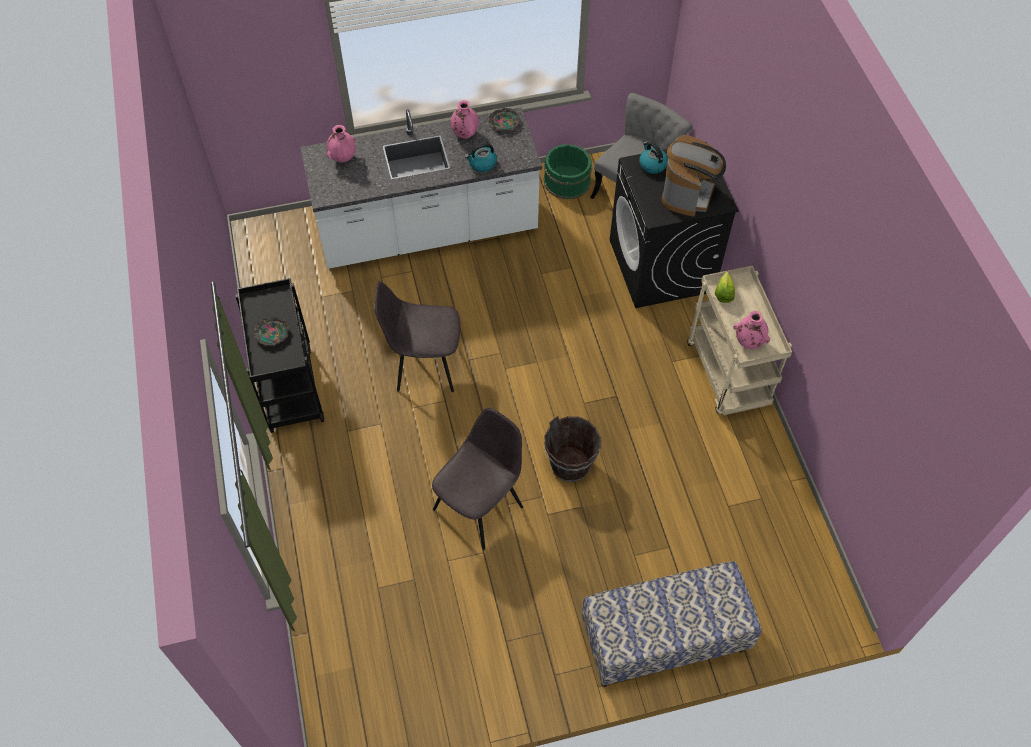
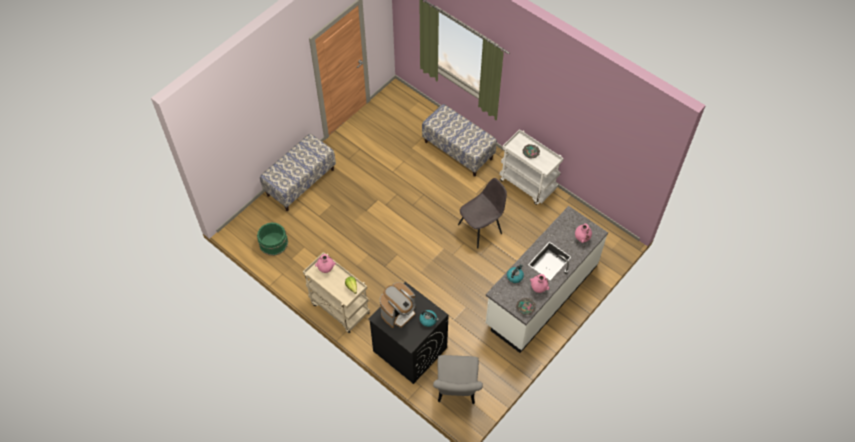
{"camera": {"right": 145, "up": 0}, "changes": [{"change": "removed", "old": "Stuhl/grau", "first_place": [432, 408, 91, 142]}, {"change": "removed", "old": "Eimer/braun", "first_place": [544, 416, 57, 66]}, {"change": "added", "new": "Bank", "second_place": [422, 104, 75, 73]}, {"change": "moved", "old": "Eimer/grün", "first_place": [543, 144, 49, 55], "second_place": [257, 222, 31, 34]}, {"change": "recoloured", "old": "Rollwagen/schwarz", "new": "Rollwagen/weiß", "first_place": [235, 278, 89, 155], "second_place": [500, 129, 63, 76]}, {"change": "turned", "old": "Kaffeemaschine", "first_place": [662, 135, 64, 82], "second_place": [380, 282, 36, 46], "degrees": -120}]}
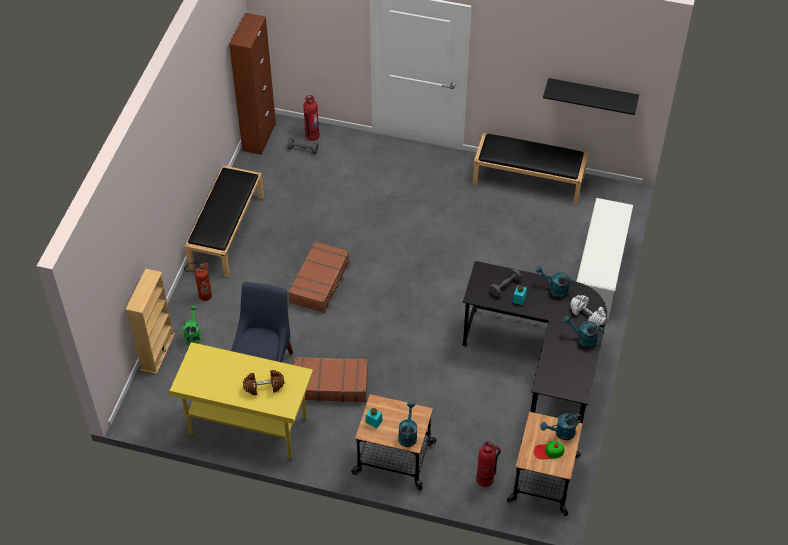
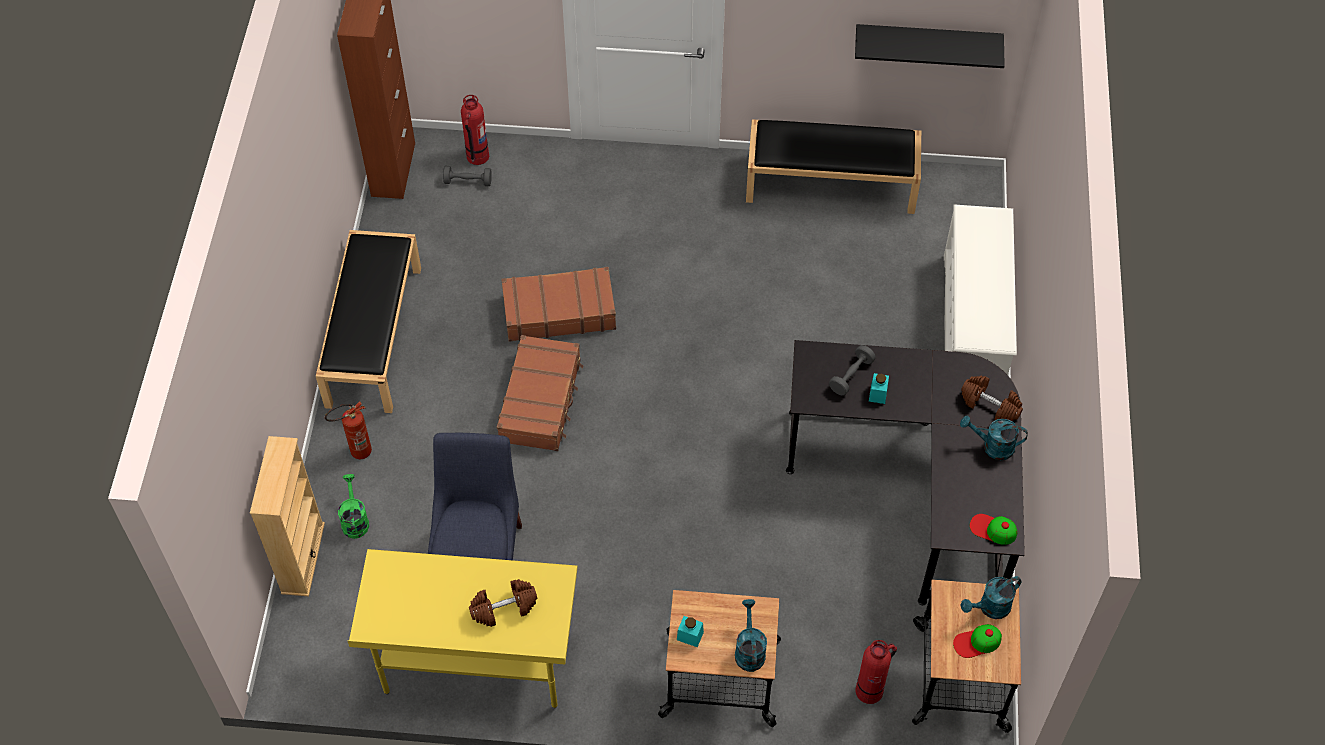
{"camera": {"right": -10, "up": 5}, "changes": [{"change": "removed", "old": "Gießkanne/türkis", "first_place": [536, 266, 39, 32]}, {"change": "added", "new": "Kappe", "second_place": [970, 514, 47, 31]}, {"change": "moved", "old": "Koffer/braun", "first_place": [294, 357, 74, 45], "second_place": [501, 267, 115, 75]}, {"change": "recoloured", "old": "Hantel/weiß", "new": "Hantel/braun", "first_place": [570, 295, 36, 31], "second_place": [961, 375, 62, 47]}]}
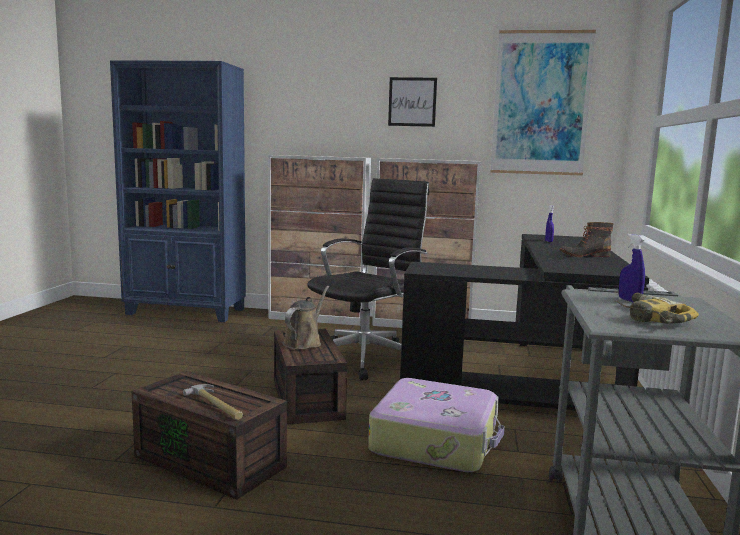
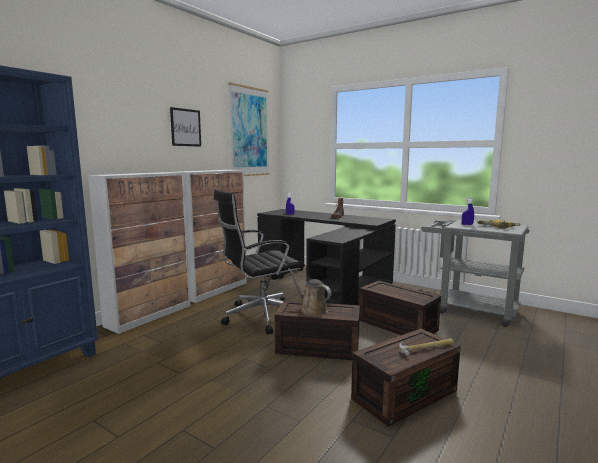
{"camera": {"right": -65, "up": 0}, "changes": [{"change": "replaced", "old": "Koffer", "new": "Aufbewahrungsbox/braun", "first_place": [368, 378, 137, 94], "second_place": [359, 281, 82, 54]}, {"change": "turned", "old": "Bürostuhl/schwarz", "first_place": [307, 178, 122, 202], "second_place": [214, 189, 91, 145], "degrees": -90}]}
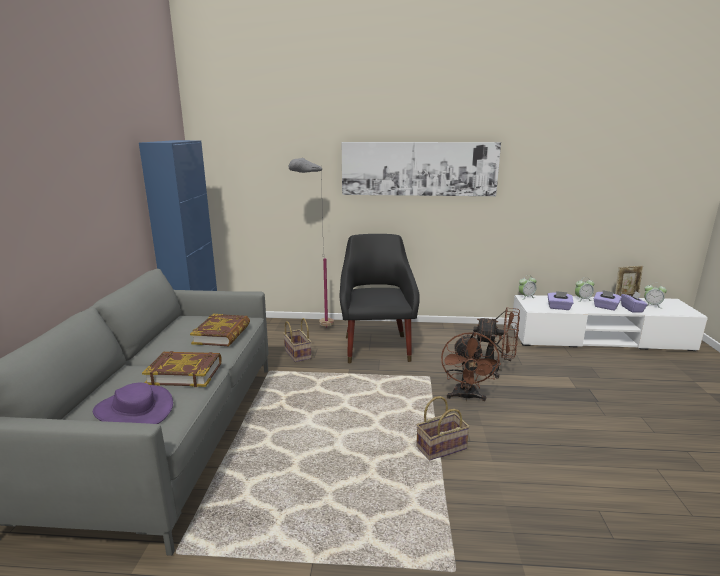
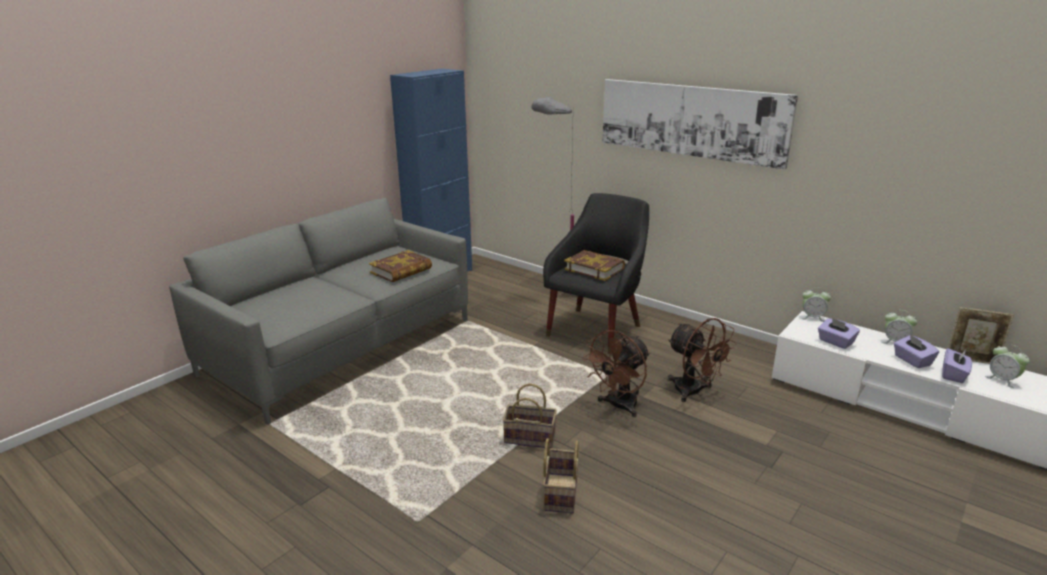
{"camera": {"right": 35, "up": 5}, "changes": [{"change": "removed", "old": "Hut/lila", "first_place": [93, 383, 80, 41]}, {"change": "moved", "old": "Buch", "first_place": [142, 351, 80, 36], "second_place": [564, 250, 61, 31]}, {"change": "moved", "old": "Korb", "first_place": [283, 318, 28, 44], "second_place": [543, 438, 36, 76]}]}
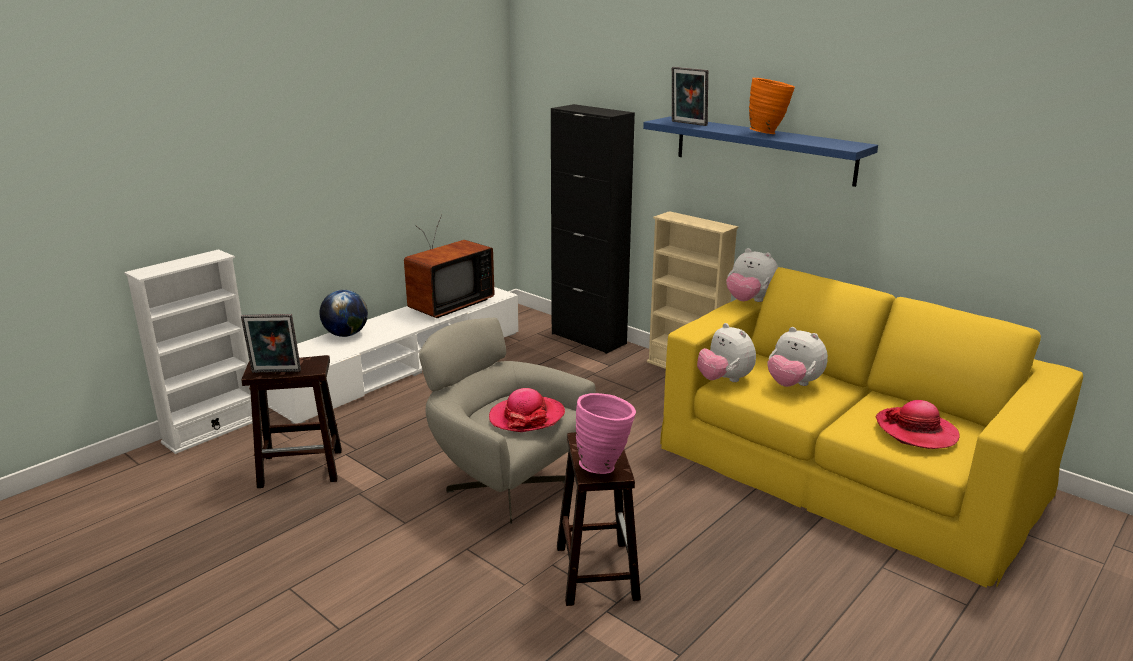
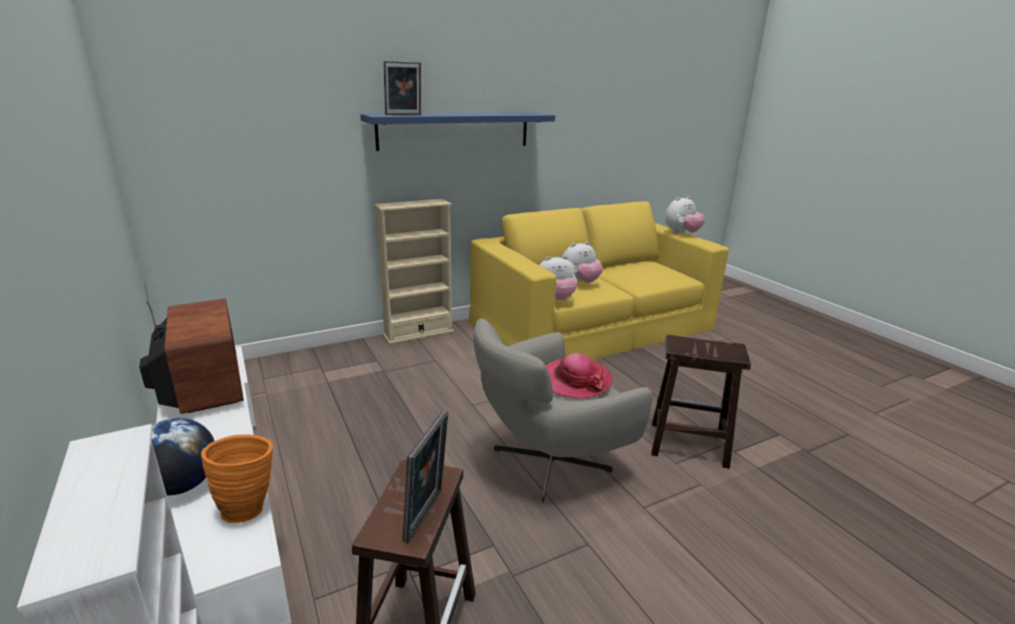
{"camera": {"right": -70, "up": 0}, "changes": [{"change": "removed", "old": "Schrank/schwarz", "first_place": [551, 104, 84, 250]}, {"change": "removed", "old": "Vase/rosa", "first_place": [576, 393, 60, 81]}, {"change": "removed", "old": "Hut", "first_place": [875, 400, 85, 49]}, {"change": "moved", "old": "Plüschtier", "first_place": [726, 248, 52, 54], "second_place": [665, 196, 40, 37]}, {"change": "moved", "old": "Vase/orange", "first_place": [749, 78, 46, 56], "second_place": [201, 435, 72, 89]}]}
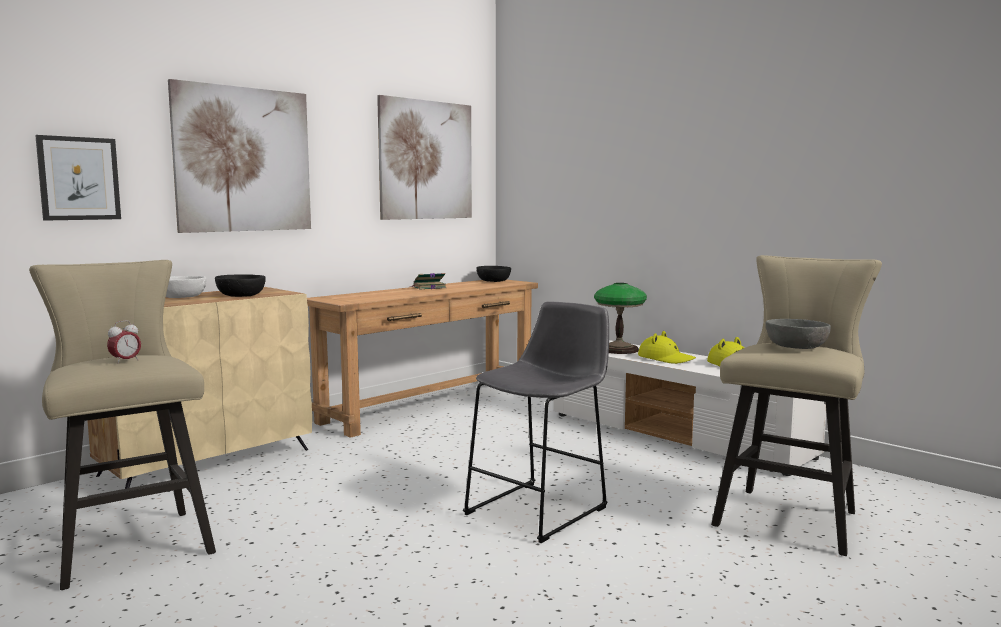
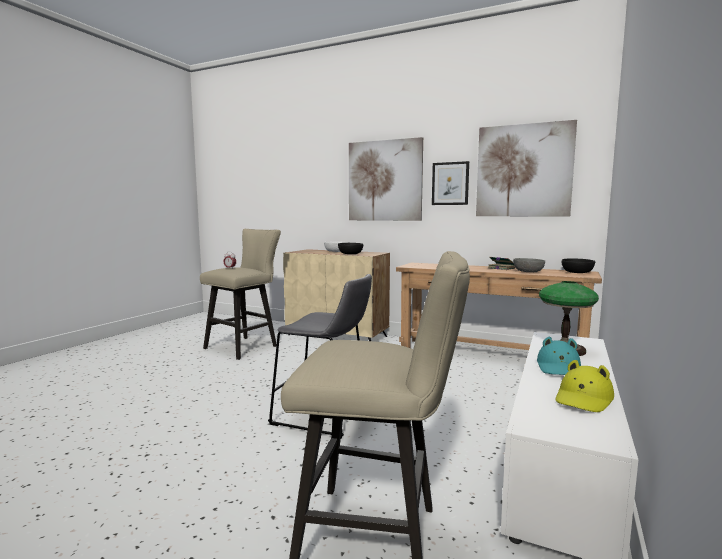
{"camera": {"right": 70, "up": 0}, "changes": [{"change": "moved", "old": "Bild", "first_place": [35, 135, 86, 86], "second_place": [432, 161, 37, 44]}, {"change": "moved", "old": "Schüssel/grau", "first_place": [766, 319, 65, 30], "second_place": [513, 258, 32, 14]}, {"change": "recoloured", "old": "Hut/gelb", "new": "Hut/türkis", "first_place": [638, 331, 58, 33], "second_place": [537, 337, 44, 38]}]}
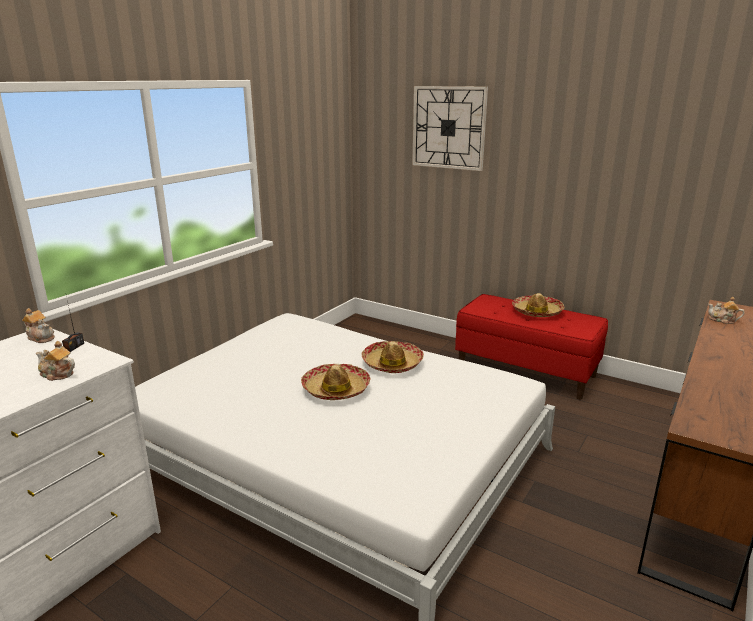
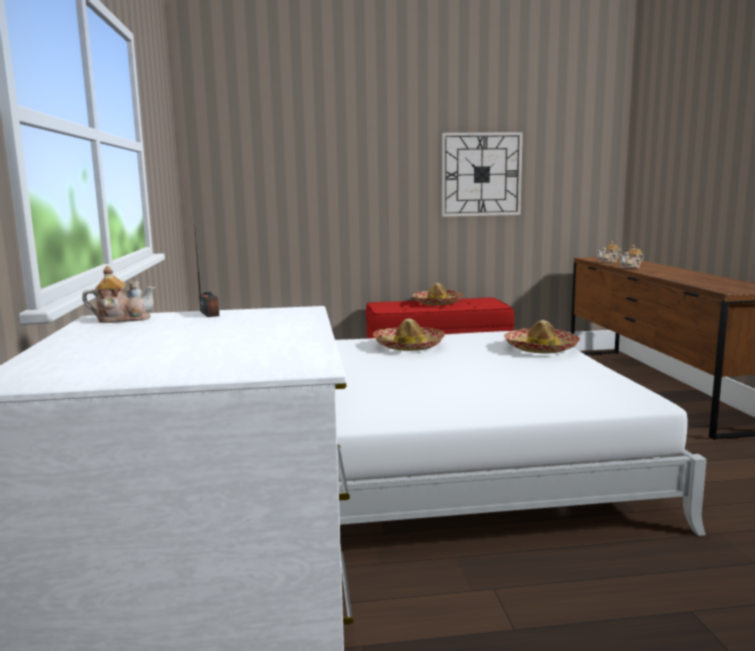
{"camera": {"right": -40, "up": -10}, "changes": [{"change": "moved", "old": "Teekanne", "first_place": [36, 341, 39, 40], "second_place": [619, 245, 24, 23]}, {"change": "moved", "old": "Hut", "first_place": [301, 364, 69, 36], "second_place": [504, 320, 76, 33]}, {"change": "moved", "old": "Wanduhr", "first_place": [412, 86, 76, 85], "second_place": [442, 132, 81, 85]}]}
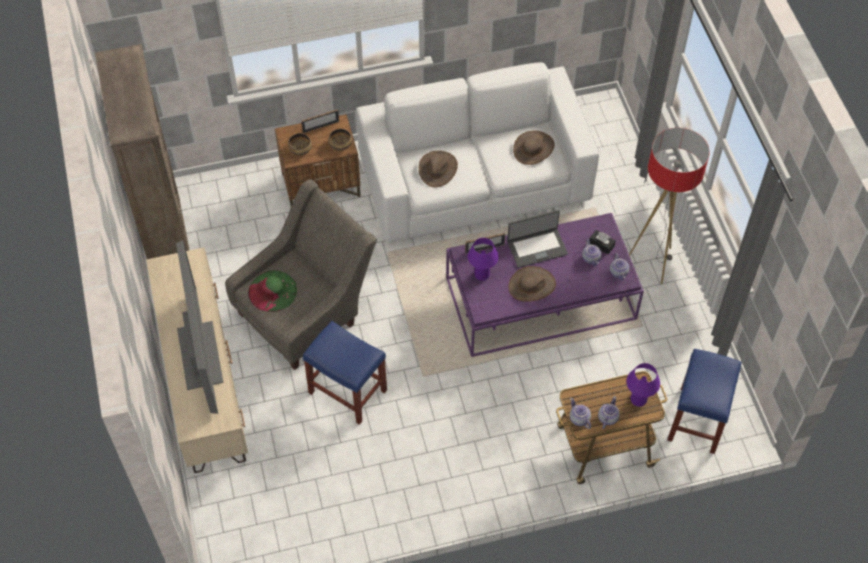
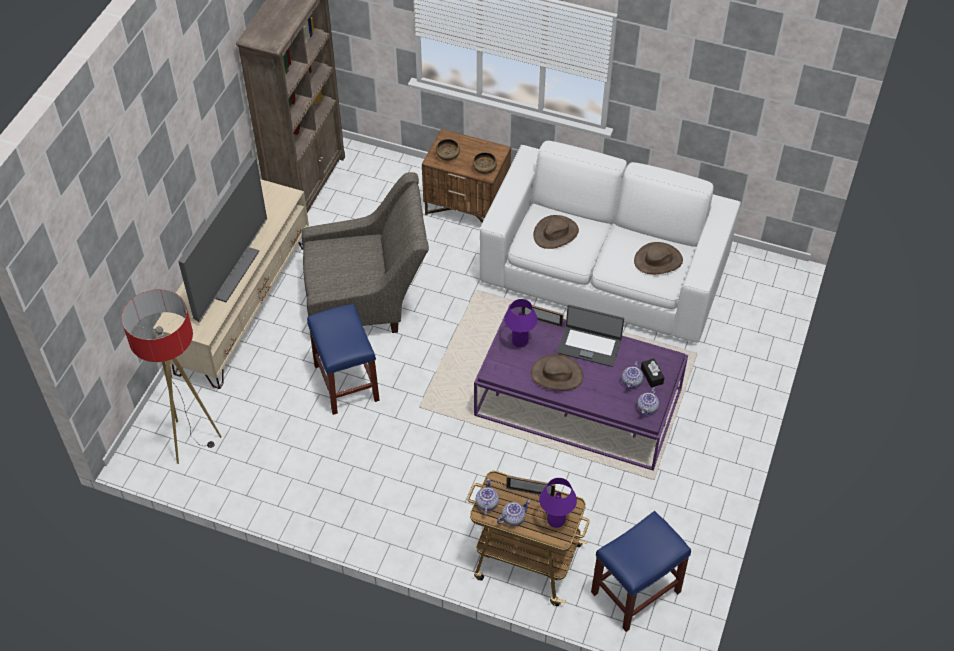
{"camera": {"right": 35, "up": -5}, "changes": [{"change": "removed", "old": "Hut/grün", "first_place": [248, 270, 49, 42]}, {"change": "moved", "old": "Bilderrahmen", "first_place": [301, 109, 38, 24], "second_place": [506, 475, 49, 22]}, {"change": "moved", "old": "Stehlampe", "first_place": [629, 128, 81, 156], "second_place": [122, 289, 99, 175]}]}
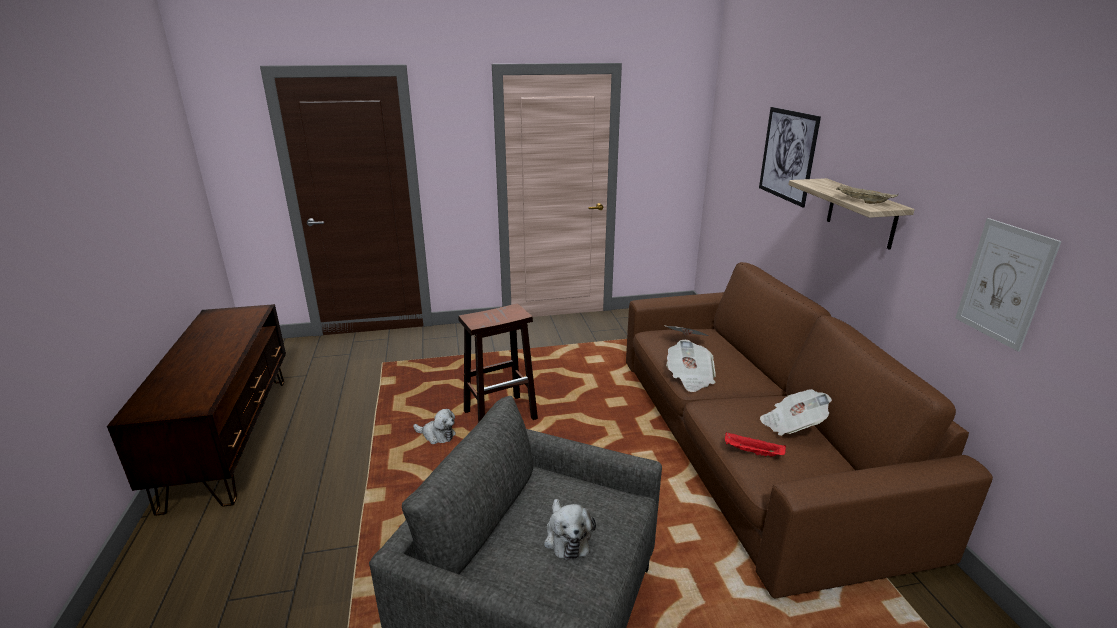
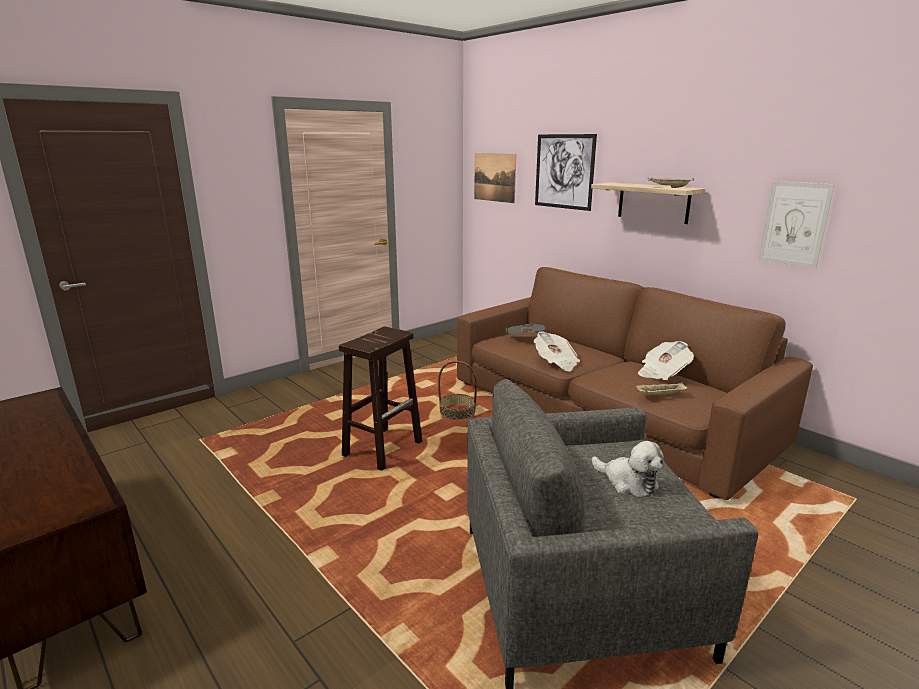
{"camera": {"right": -30, "up": -5}, "changes": [{"change": "removed", "old": "Plüschtier", "first_place": [413, 409, 43, 35]}, {"change": "added", "new": "Korb", "second_place": [438, 361, 39, 59]}, {"change": "added", "new": "Bild", "second_place": [474, 153, 42, 50]}, {"change": "recoloured", "old": "Tablett/rot", "new": "Tablett/beige", "first_place": [725, 432, 61, 25], "second_place": [636, 382, 52, 15]}]}
